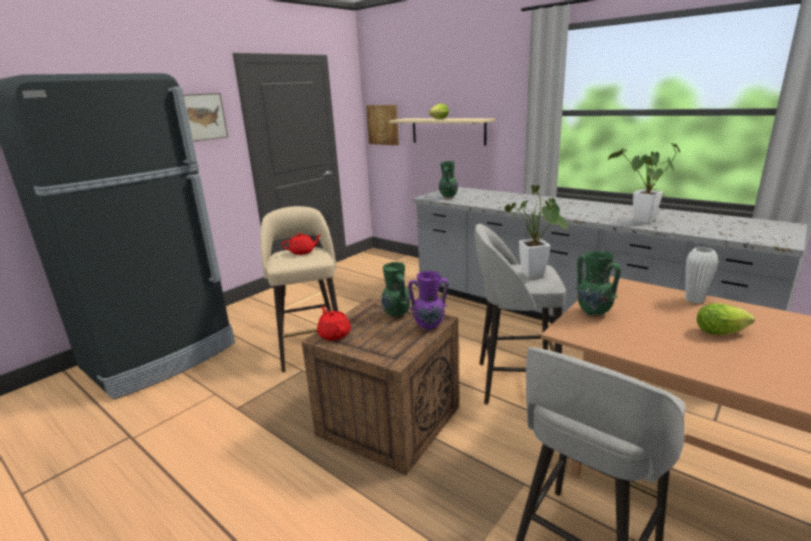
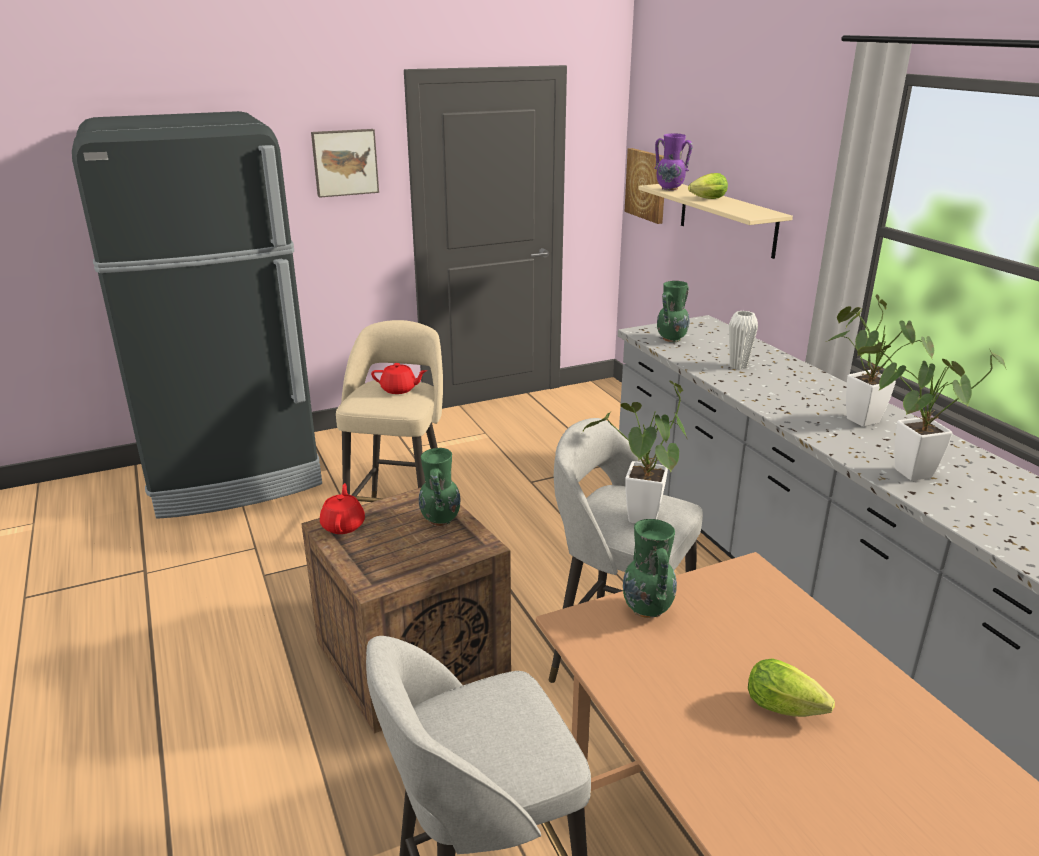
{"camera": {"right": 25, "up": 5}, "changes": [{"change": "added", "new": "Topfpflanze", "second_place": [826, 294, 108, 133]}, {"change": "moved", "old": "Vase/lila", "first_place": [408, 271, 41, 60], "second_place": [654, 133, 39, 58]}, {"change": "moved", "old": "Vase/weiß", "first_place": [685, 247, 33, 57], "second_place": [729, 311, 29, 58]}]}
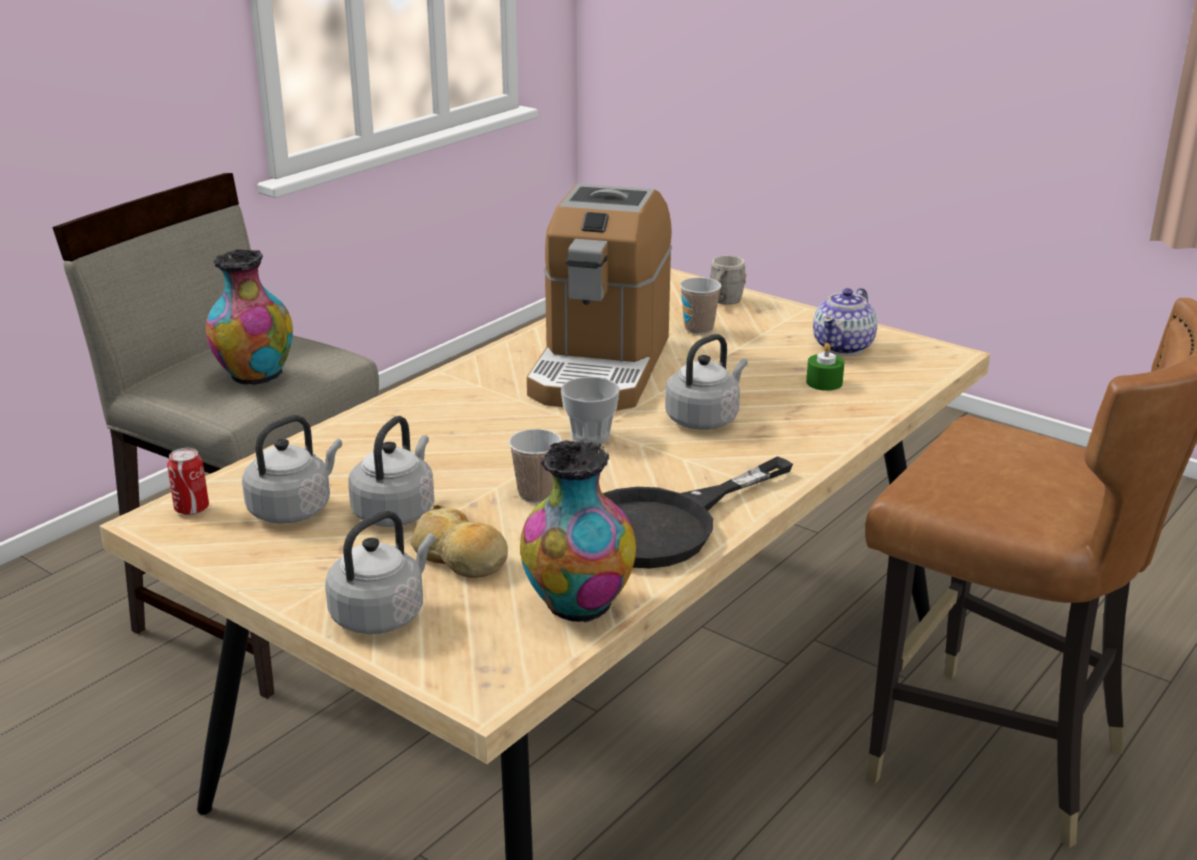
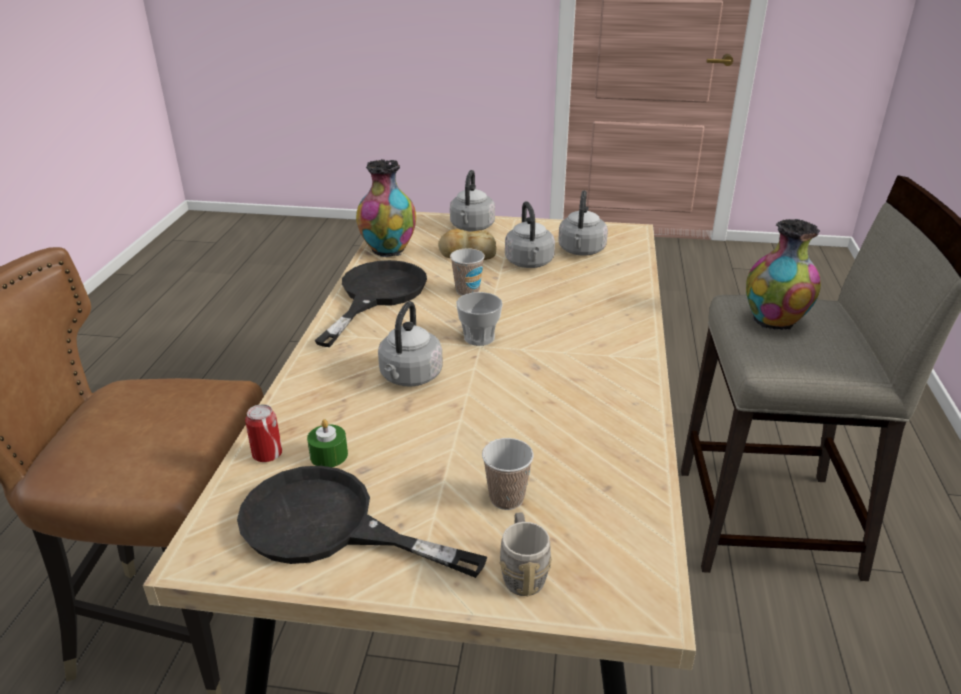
{"camera": {"right": 150, "up": 5}, "changes": [{"change": "removed", "old": "Kaffeemaschine", "first_place": [527, 184, 145, 227]}, {"change": "moved", "old": "Dose", "first_place": [167, 448, 42, 67], "second_place": [245, 404, 37, 58]}, {"change": "replaced", "old": "Teekanne", "new": "Pfanne/schwarz", "first_place": [813, 288, 64, 67], "second_place": [237, 466, 250, 112]}]}
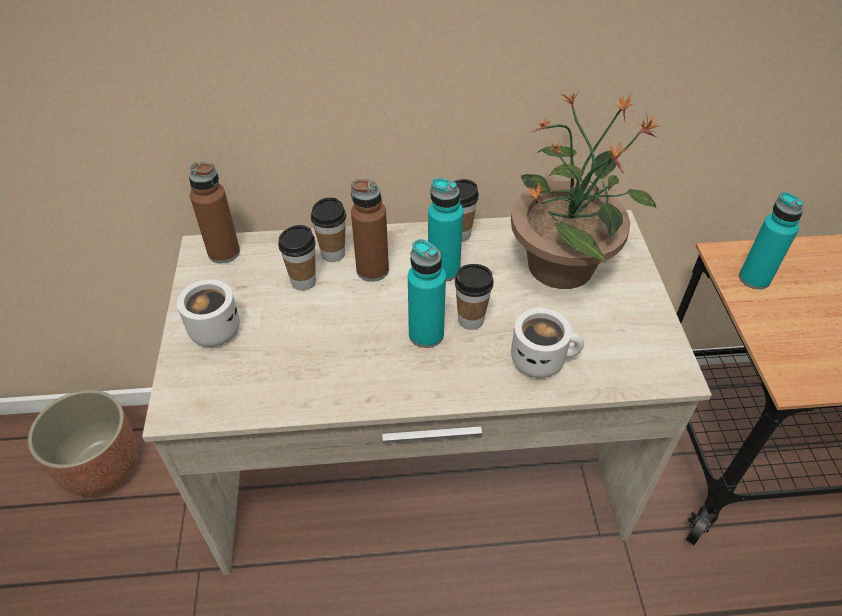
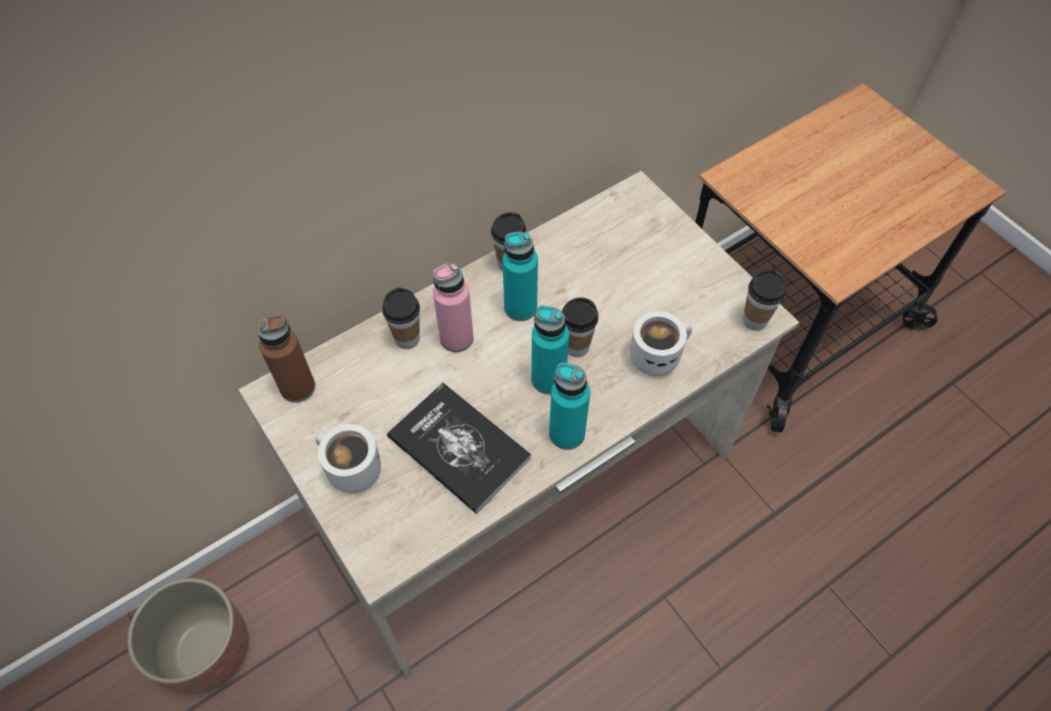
{"camera": {"right": -30, "up": 10}, "changes": [{"change": "removed", "old": "Topfpflanze", "first_place": [511, 93, 149, 196]}, {"change": "added", "new": "Buch", "second_place": [387, 383, 144, 131]}, {"change": "moved", "old": "Tasse", "first_place": [278, 225, 38, 66], "second_place": [742, 270, 44, 61]}, {"change": "moved", "old": "Flasche/türkis", "first_place": [739, 192, 64, 97], "second_place": [549, 362, 41, 88]}, {"change": "recoloured", "old": "Flasche/braun", "new": "Flasche/rosa", "first_place": [351, 179, 38, 103], "second_place": [433, 263, 41, 89]}]}
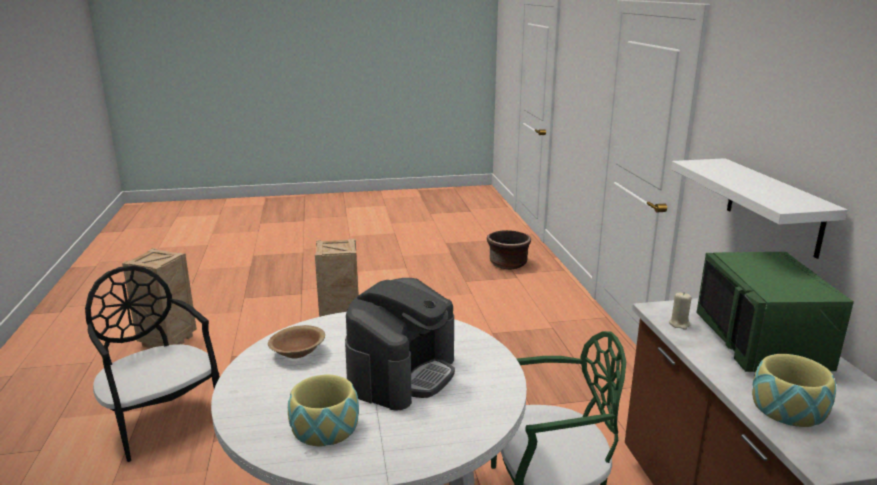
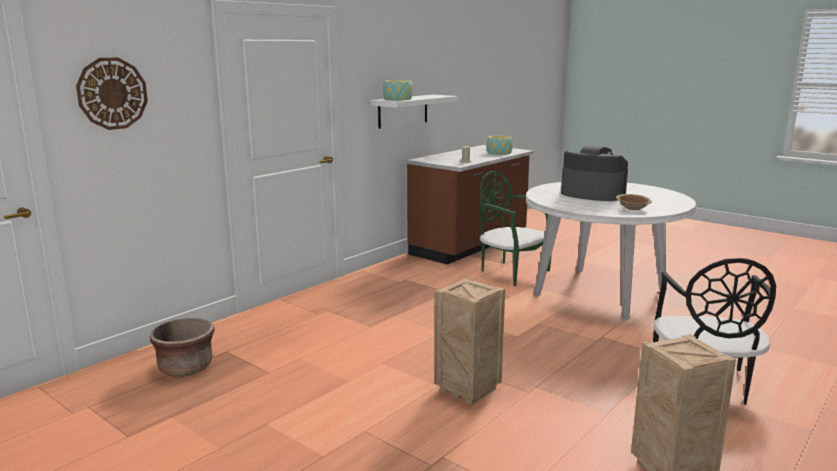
{"camera": {"right": -130, "up": -5}, "changes": [{"change": "removed", "old": "Mikrowelle/grün", "first_place": [697, 252, 157, 120]}, {"change": "added", "new": "Wanduhr", "second_place": [76, 58, 72, 72]}, {"change": "moved", "old": "Schüssel", "first_place": [288, 374, 71, 72], "second_place": [383, 80, 30, 20]}, {"change": "turned", "old": "Kaffeemaschine", "first_place": [345, 278, 110, 133], "second_place": [561, 145, 67, 56], "degrees": 45}]}
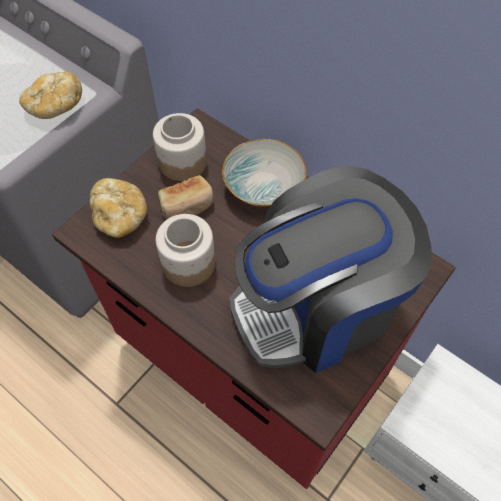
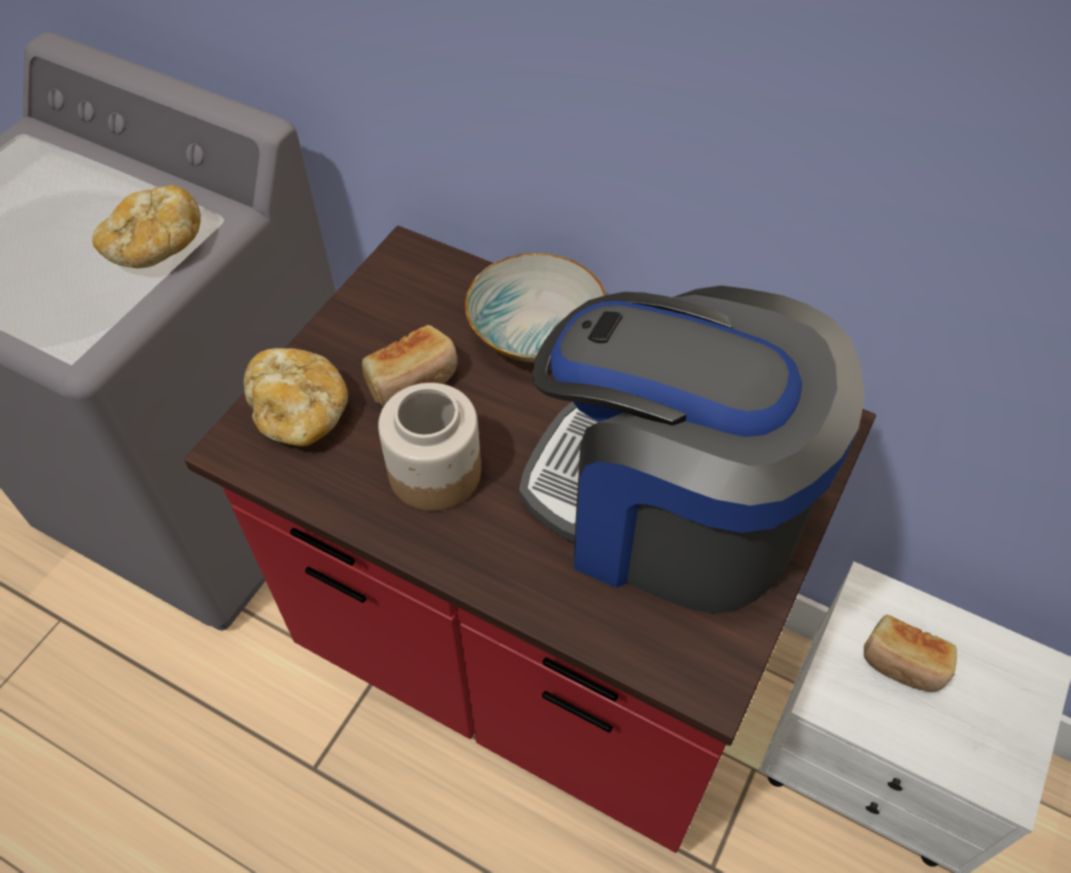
{"camera": {"right": -10, "up": -5}, "changes": [{"change": "removed", "old": "Vorratsglas", "first_place": [153, 113, 54, 68]}, {"change": "added", "new": "Brot", "second_place": [864, 615, 93, 77]}, {"change": "turned", "old": "Kaffeemaschine", "first_place": [230, 166, 202, 207], "second_place": [519, 285, 346, 329], "degrees": 60}]}
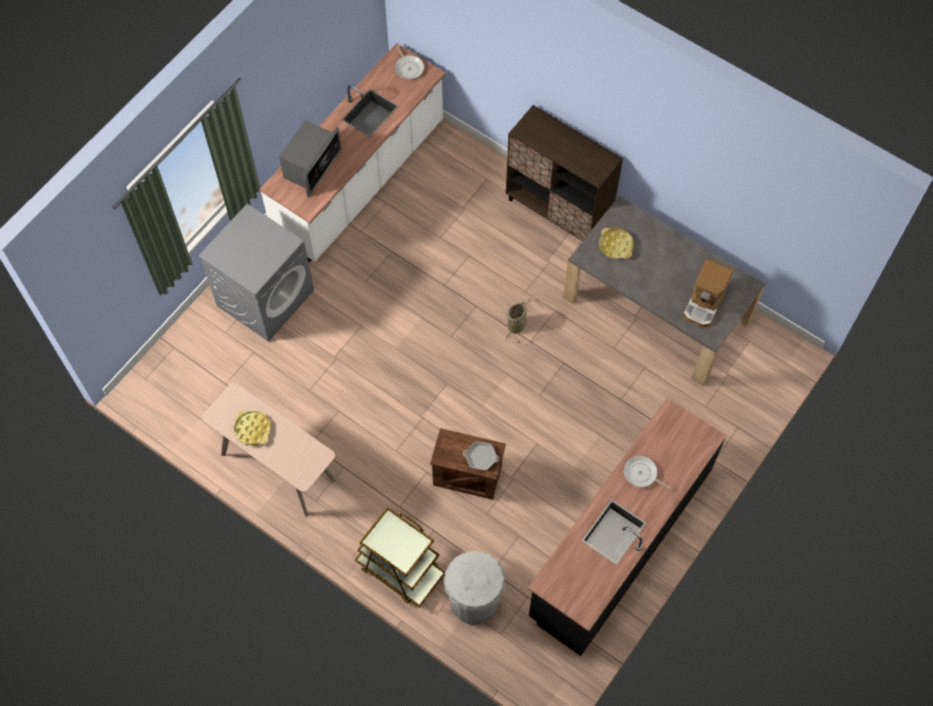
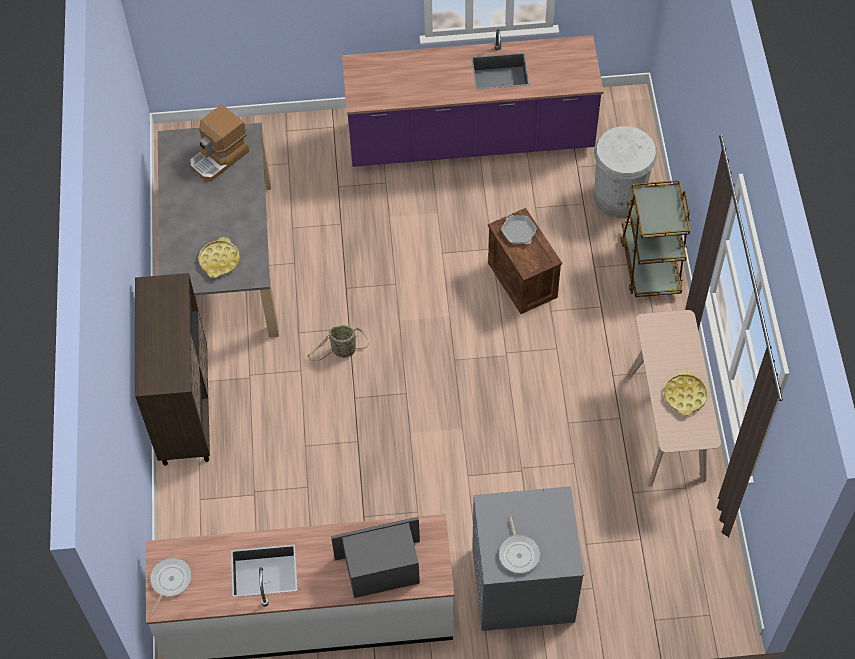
{"camera": {"right": -130, "up": -5}, "changes": [{"change": "moved", "old": "Pfanne", "first_place": [624, 456, 49, 33], "second_place": [499, 515, 41, 58]}, {"change": "recoloured", "old": "Küchenzeile/schwarz", "new": "Küchenzeile/lila", "first_place": [528, 398, 198, 258], "second_place": [342, 29, 262, 138]}, {"change": "turned", "old": "Kaffeemaschine", "first_place": [683, 259, 50, 68], "second_place": [190, 105, 59, 76], "degrees": 150}]}
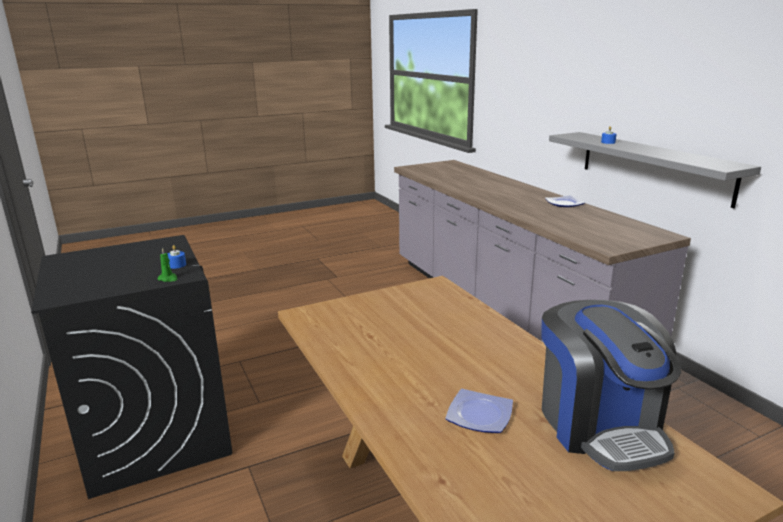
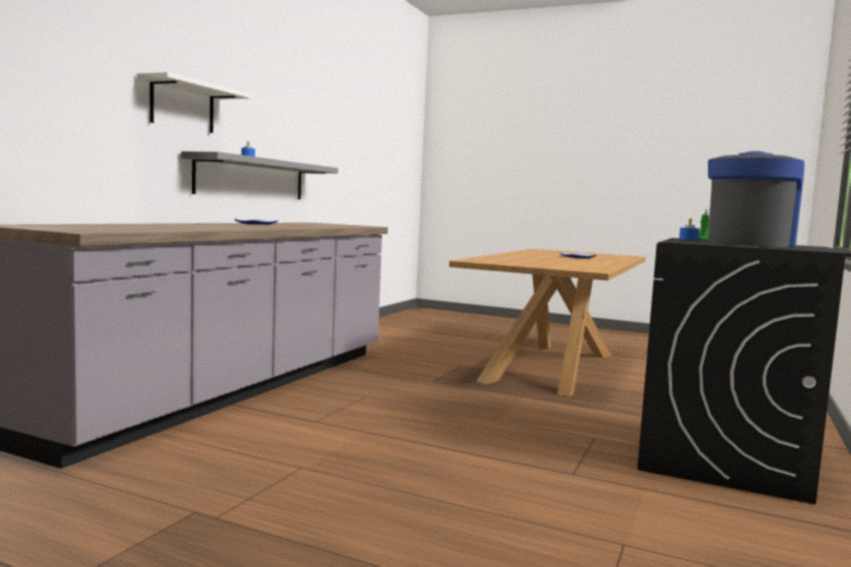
{"camera": {"right": -130, "up": -15}, "changes": [{"change": "added", "new": "Wandregal/weiß", "second_place": [136, 72, 115, 61]}, {"change": "moved", "old": "Kaffeemaschine", "first_place": [541, 300, 140, 171], "second_place": [708, 151, 97, 96]}]}
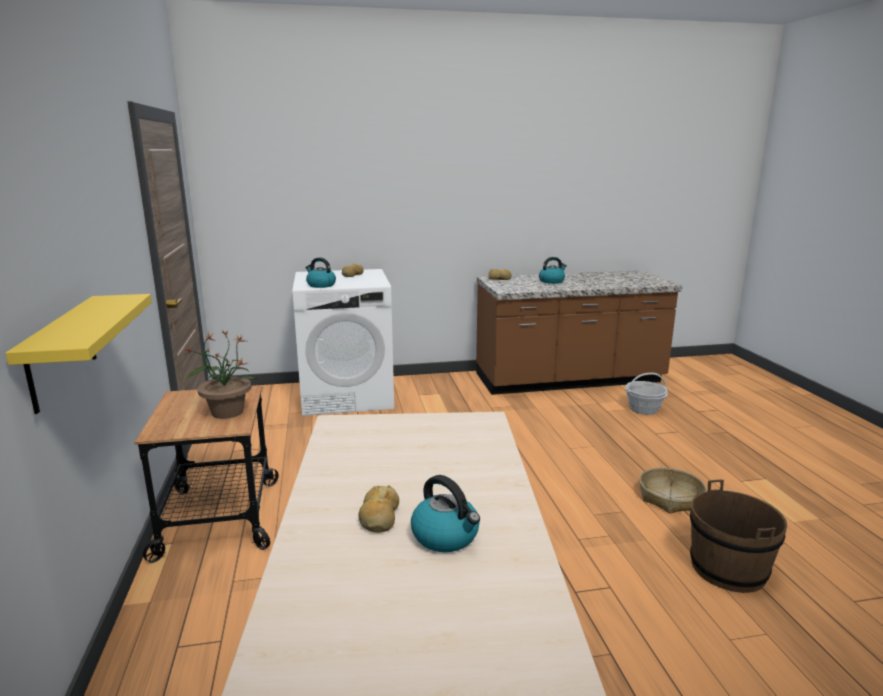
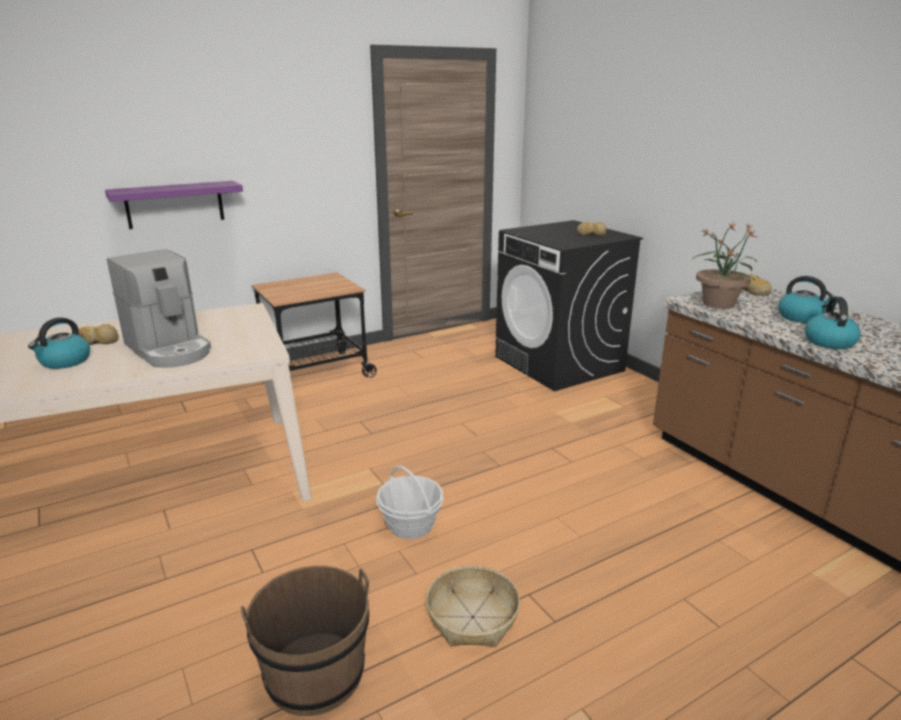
{"camera": {"right": 70, "up": 5}, "changes": [{"change": "added", "new": "Kaffeemaschine", "second_place": [107, 249, 104, 119]}, {"change": "moved", "old": "Topfpflanze", "first_place": [184, 330, 73, 89], "second_place": [692, 222, 67, 87]}, {"change": "moved", "old": "Wasserkessel", "first_place": [305, 257, 31, 31], "second_place": [804, 297, 57, 52]}, {"change": "moved", "old": "Korb", "first_place": [625, 373, 43, 42], "second_place": [376, 466, 67, 73]}, {"change": "recoloured", "old": "Wandregal/gelb", "new": "Wandregal/lila", "first_place": [5, 294, 147, 120], "second_place": [105, 181, 138, 48]}, {"change": "recoloured", "old": "Waschmaschine/weiß", "new": "Waschmaschine/schwarz", "first_place": [292, 269, 102, 147], "second_place": [495, 220, 148, 171]}]}
